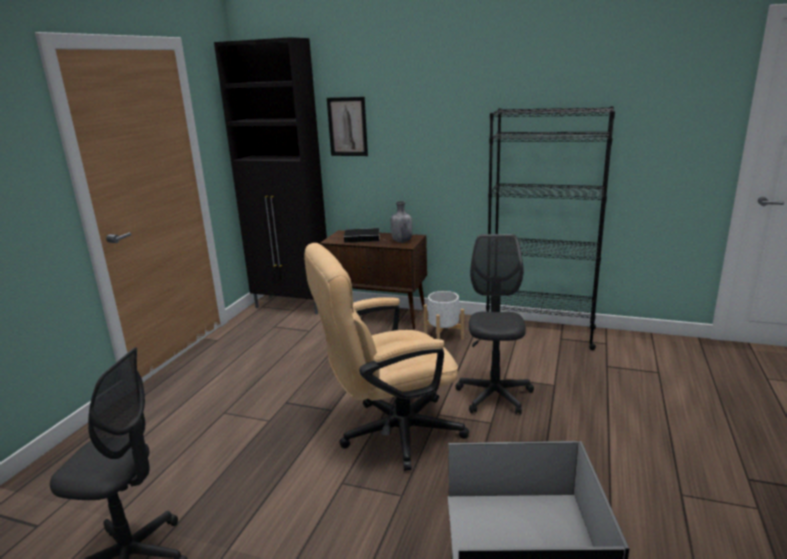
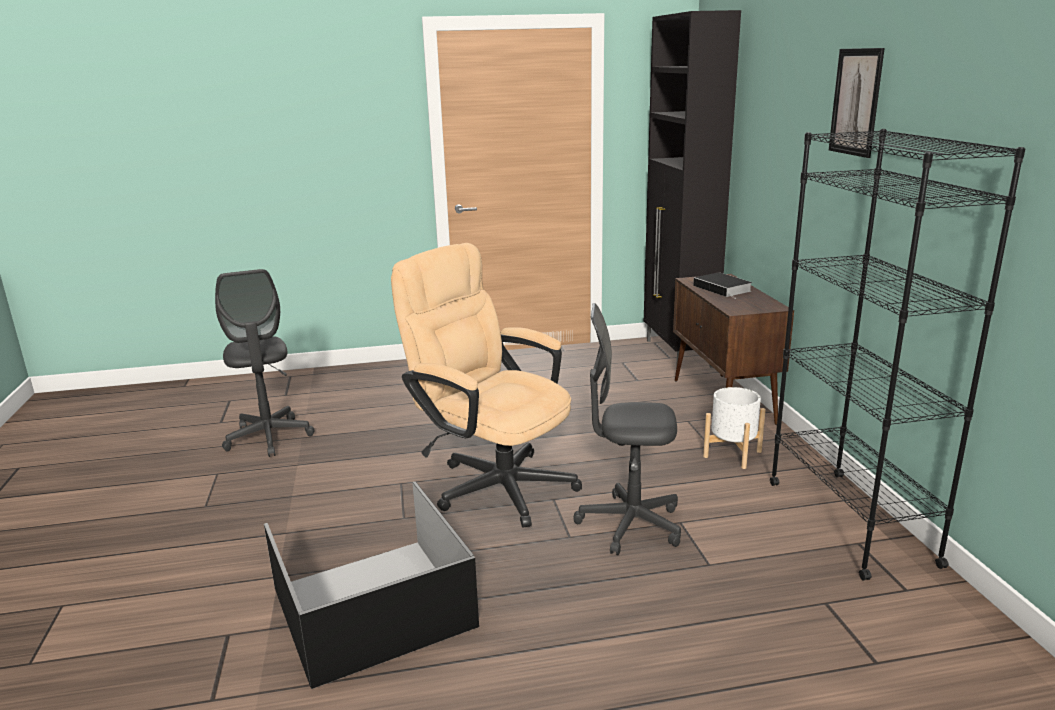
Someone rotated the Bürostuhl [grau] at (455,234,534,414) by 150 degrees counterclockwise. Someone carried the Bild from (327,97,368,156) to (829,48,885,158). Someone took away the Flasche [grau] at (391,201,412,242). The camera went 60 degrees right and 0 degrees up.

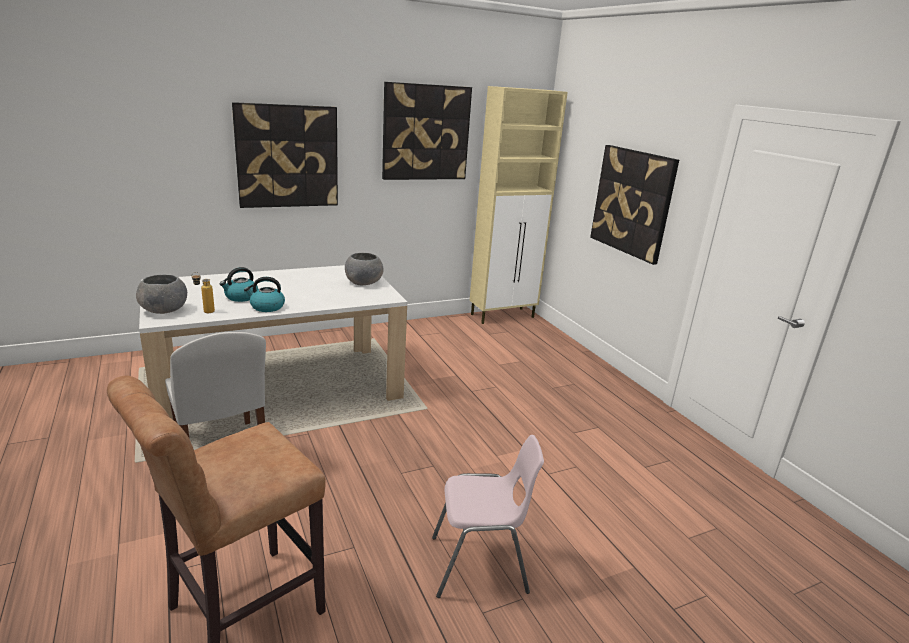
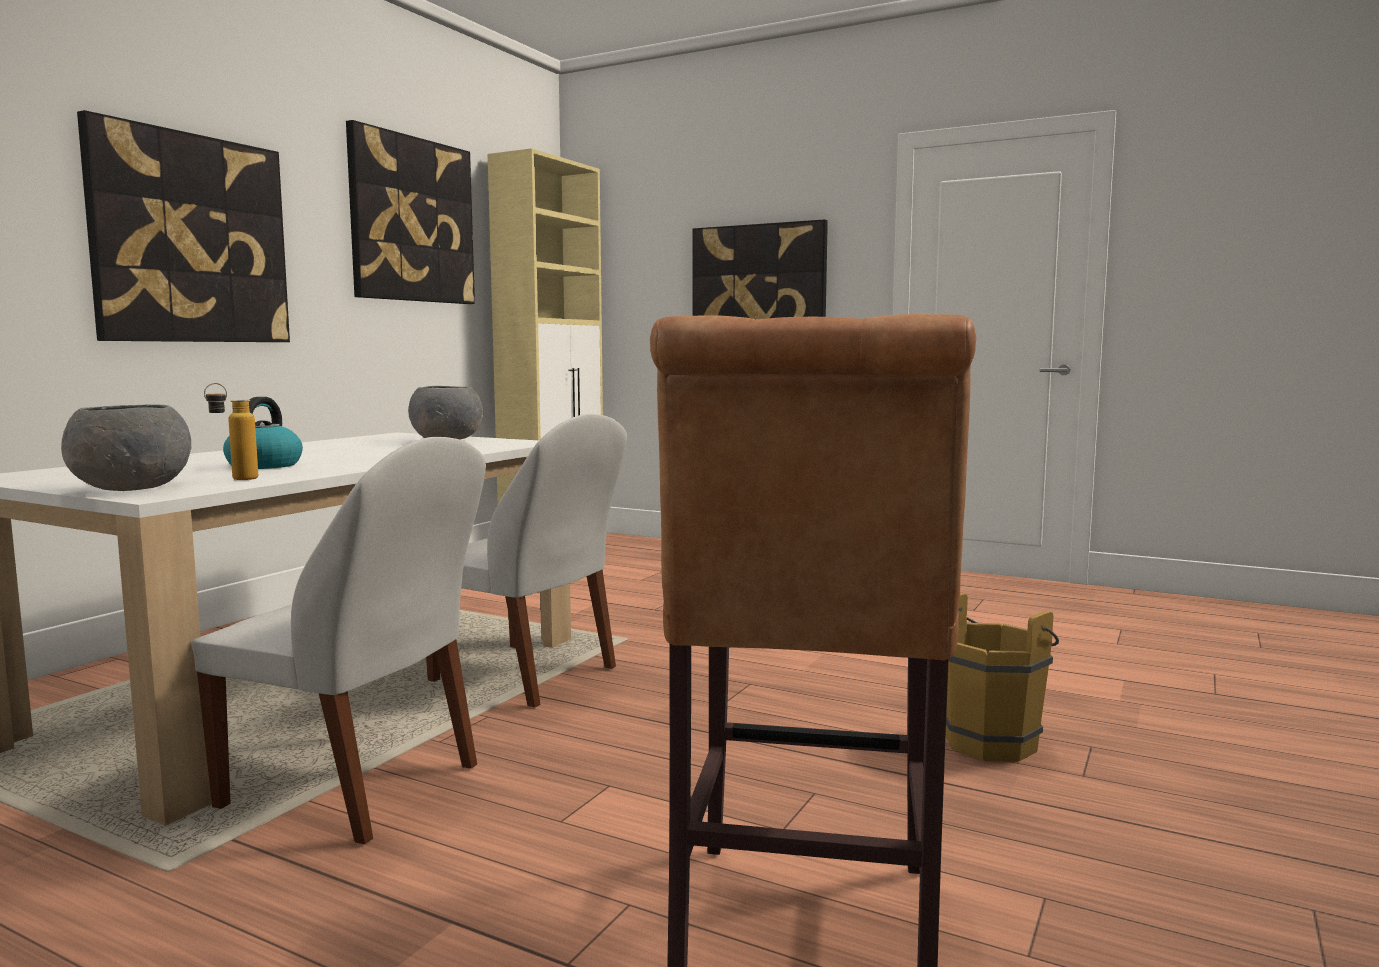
Someone put down the Stuhl [weiß] at (426,414,627,708). Someone swapped the Stuhl [rosa] at (432,435,544,598) for the Eimer [braun] at (946,593,1059,762). Someone took away the Wasserkessel at (244,277,285,312). The camera went 35 degrees left and 15 degrees down.

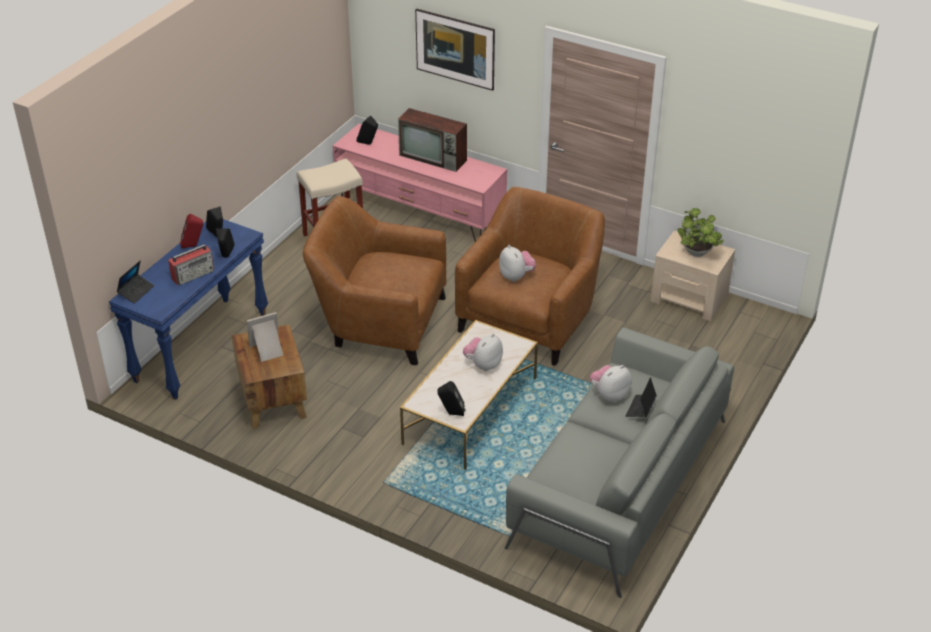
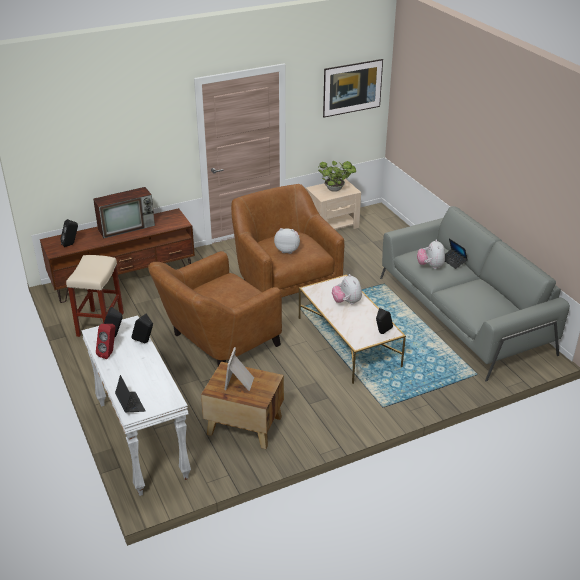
Someone repainted the Fernsehschrank [rosa] at (333,124,507,242), which became the Fernsehschrank [braun] at (40,208,195,303). Someone repainted the Konsolentisch [blau] at (109,219,268,400), which became the Konsolentisch [weiß] at (82,315,191,496). Someone carried the Bild from (415,8,495,91) to (323,59,383,117). Someone took away the Radio at (168,244,214,285). The camera went 55 degrees left and 5 degrees down.

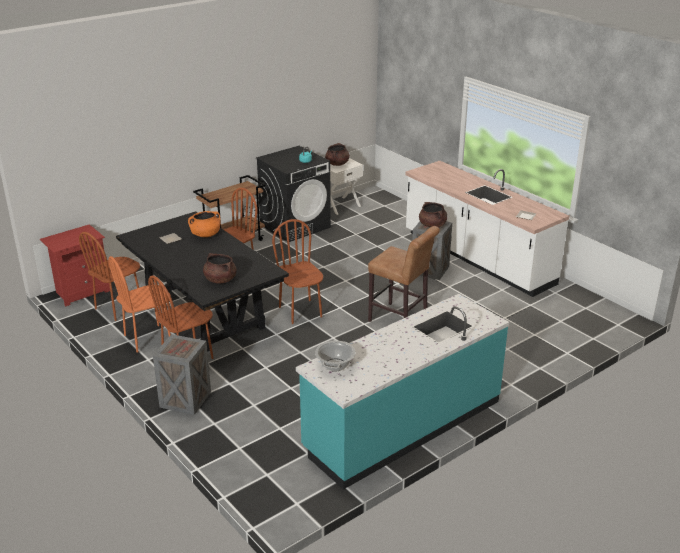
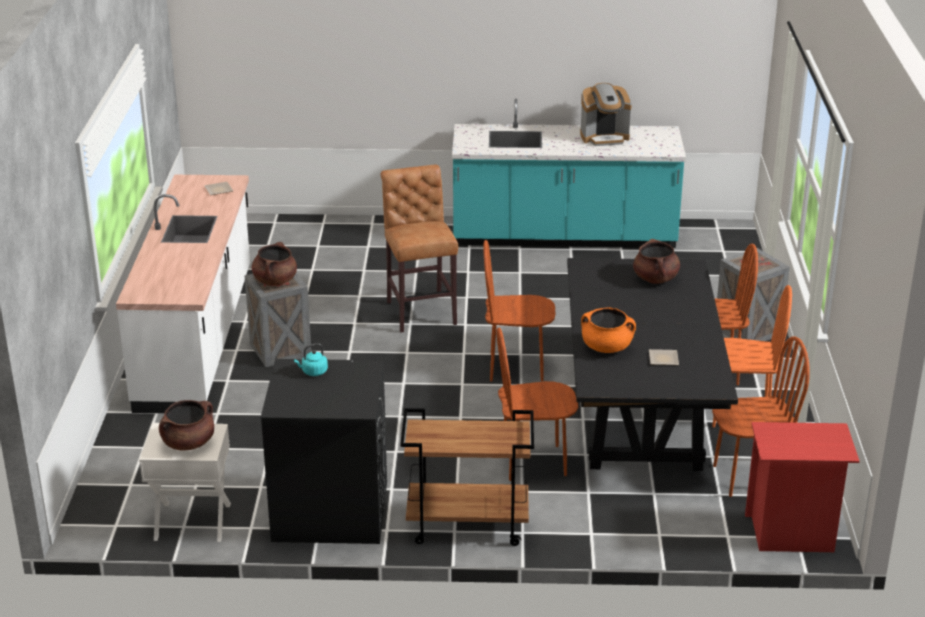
Someone rotated the Stuhl [braun] at (272,219,323,324) by 75 degrees clockwise. Someone put down the Kaffeemaschine at (580,83,632,146). Someone took away the Kochtopf at (315,340,356,371). The camera went 140 degrees left and 0 degrees up.

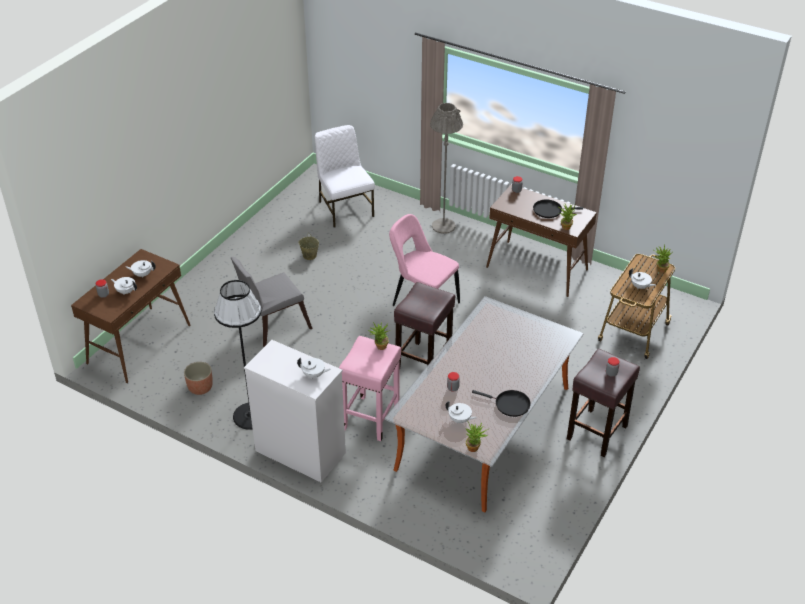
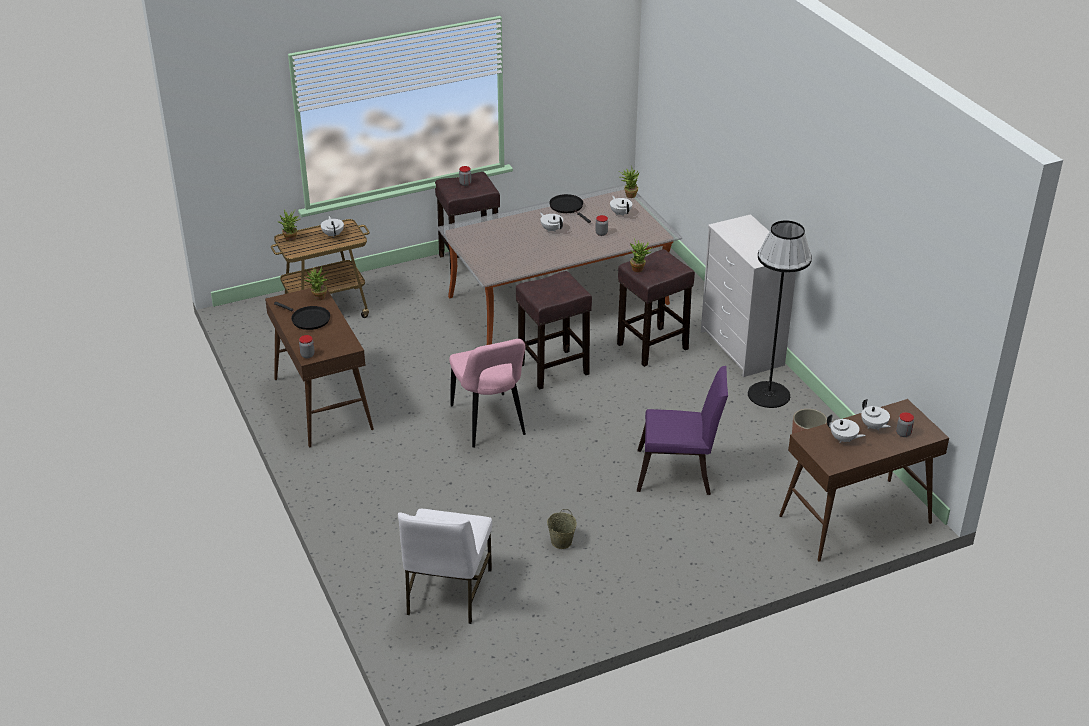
Someone carried the Teekanne [weiß] from (297,358,331,379) to (540,212,563,232). Someone repainted the Hocker [rosa] at (339,336,401,441), which became the Hocker [braun] at (617,249,695,367). Someone repainted the Stuhl [grau] at (230,257,313,347), which became the Stuhl [lila] at (637,366,728,495). Someone took away the Stehlampe [grau] at (430,103,463,234). The camera went 145 degrees left and 5 degrees down.

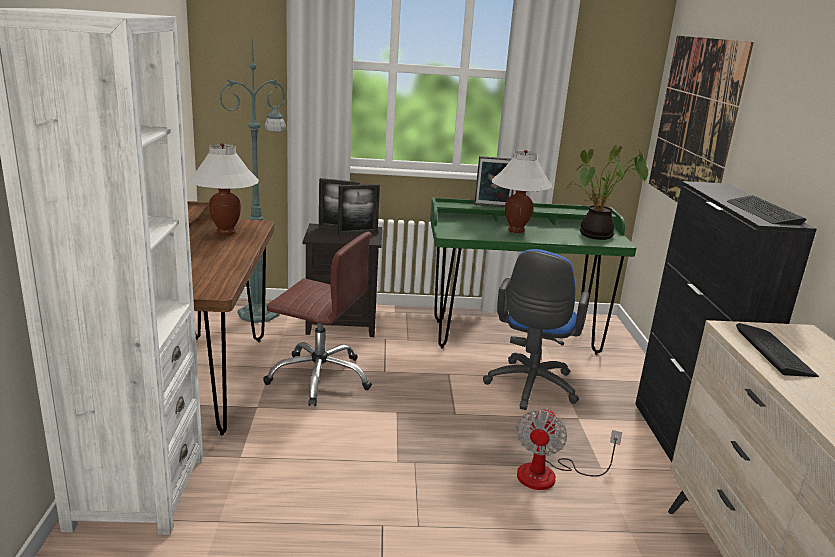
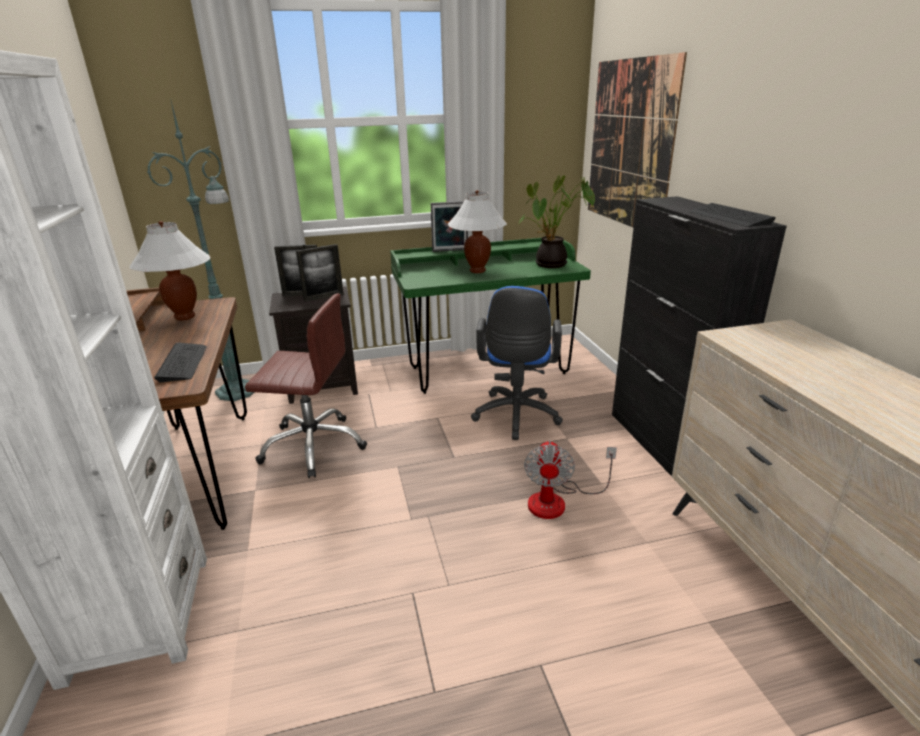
Someone carried the Tastatur from (736,323,819,377) to (154,343,207,382). The camera went 10 degrees left and 5 degrees up.

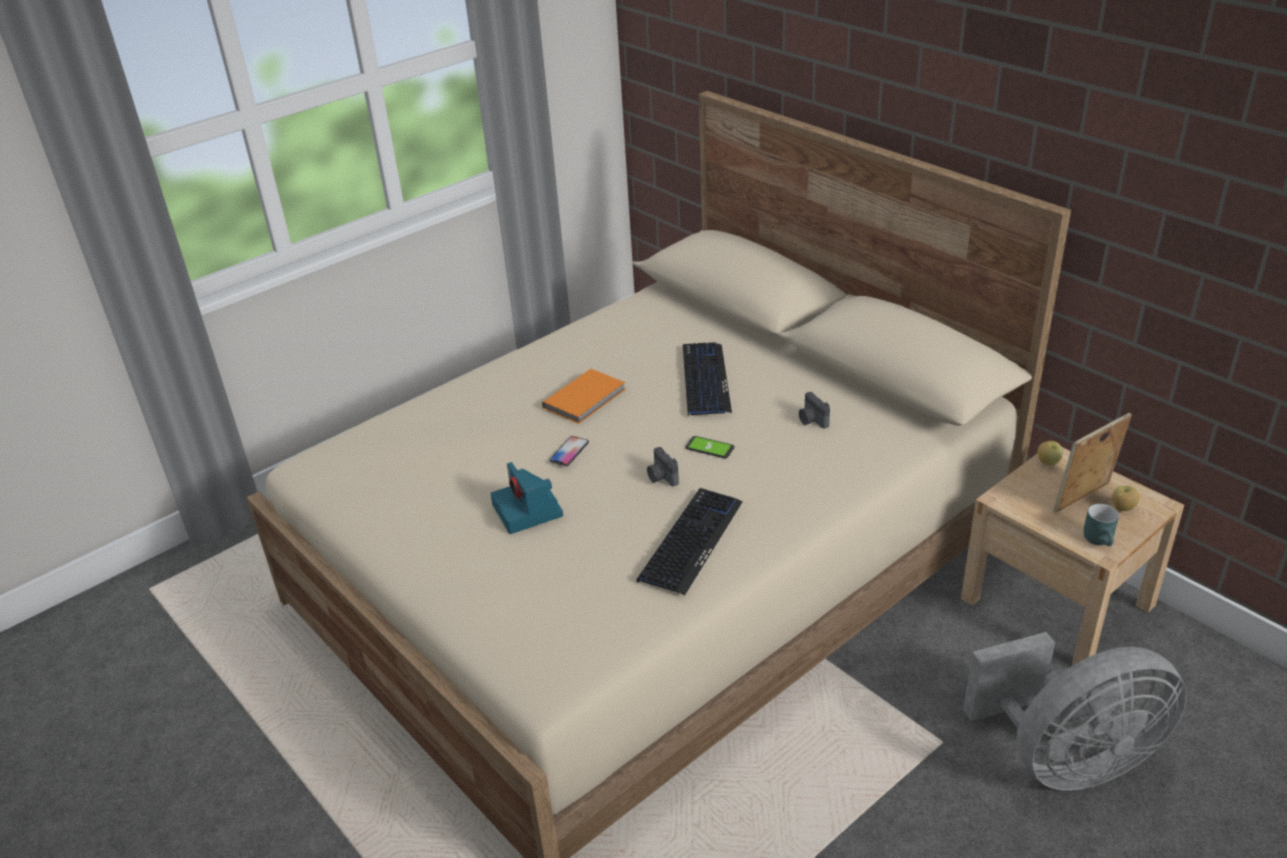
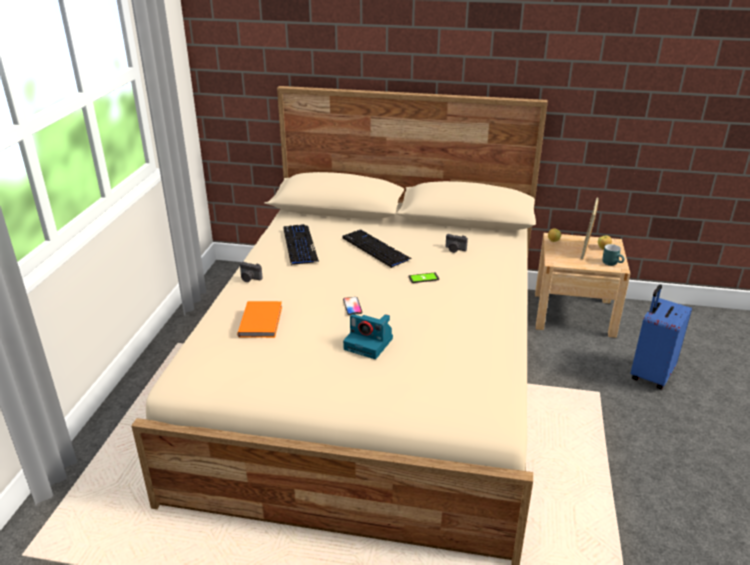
Someone carried the Buch [orange] from (542,369,626,424) to (237,301,282,338). Someone carried the Kamera from (647,447,679,486) to (240,262,263,282). Someone carried the Tastatur from (637,488,742,596) to (283,224,319,265). Someone swapped the Ventilator [grau] at (963,632,1187,790) for the Koffer [blau] at (630,284,692,390). The camera went 40 degrees left and 5 degrees down.

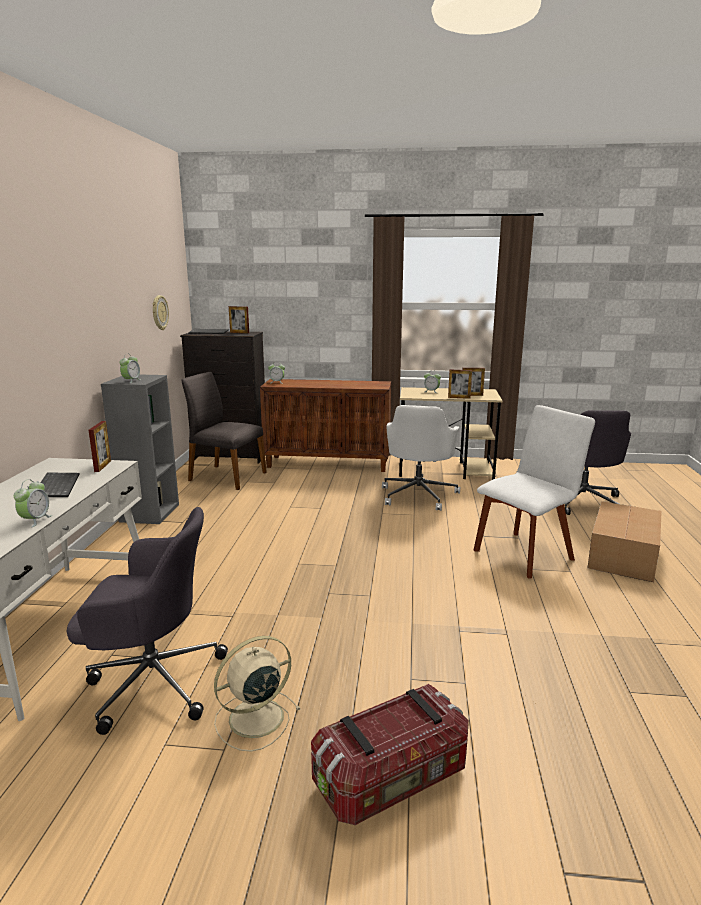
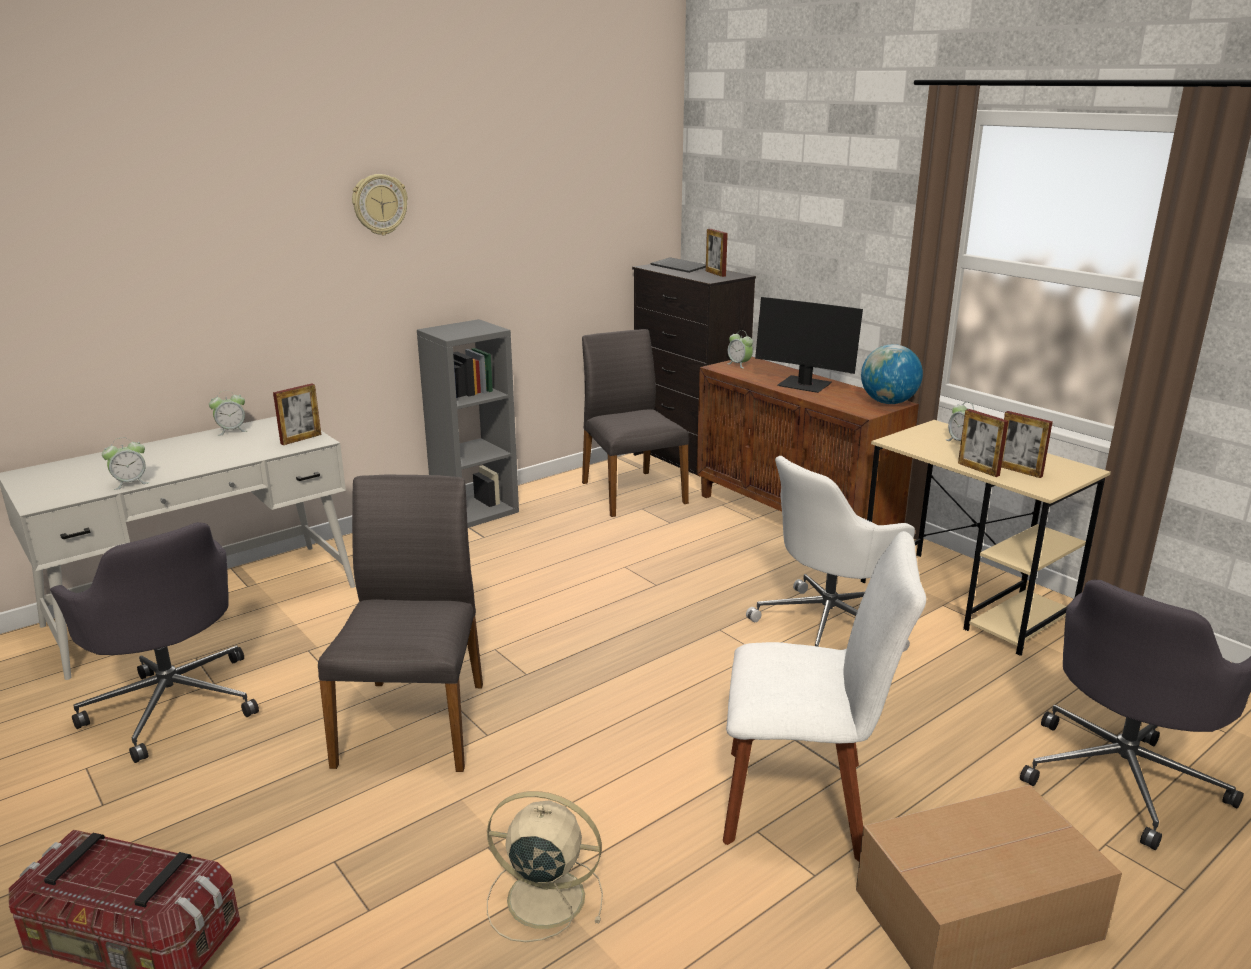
Someone carried the Wecker from (119,354,140,383) to (209,390,247,436). Someone put down the Stuhl [grau] at (318,475,483,772). Someone carried the Wanduhr from (153,295,169,330) to (352,174,408,235). Someone carried the Ventilator [beige] from (214,636,301,751) to (487,791,603,942). Someone put down the Monitor at (755,297,863,393). Someone put down the Globus at (861,344,923,404). Someone took away the Tastatur at (41,472,79,497). The camera went 45 degrees right and 5 degrees up.

